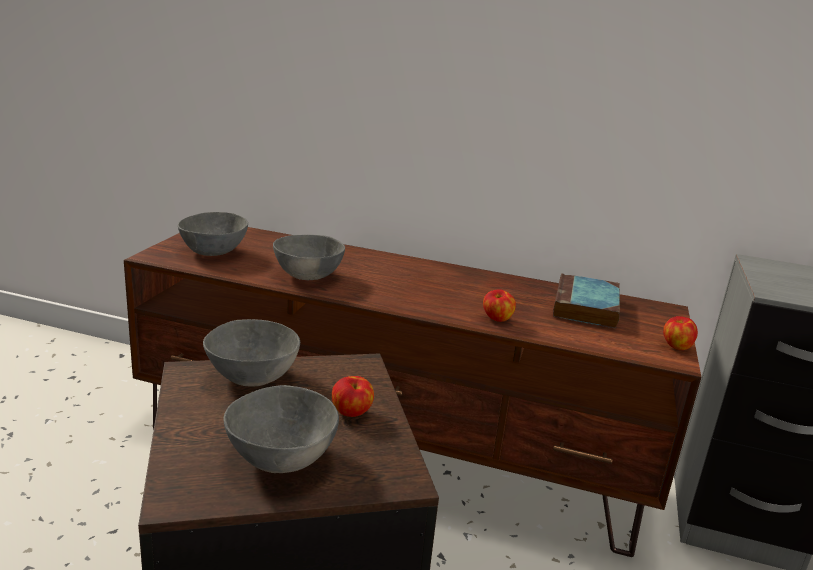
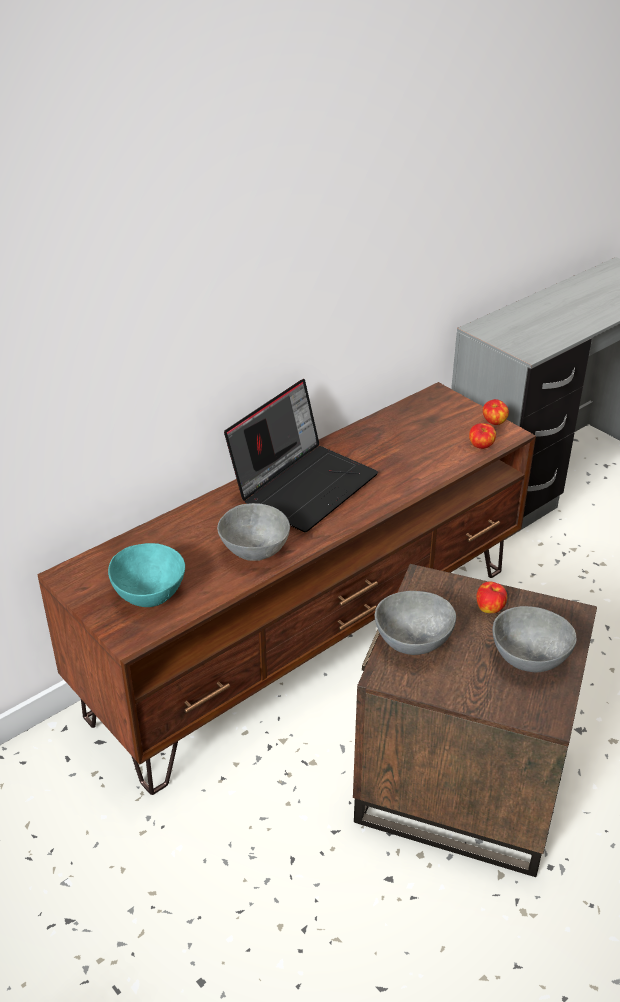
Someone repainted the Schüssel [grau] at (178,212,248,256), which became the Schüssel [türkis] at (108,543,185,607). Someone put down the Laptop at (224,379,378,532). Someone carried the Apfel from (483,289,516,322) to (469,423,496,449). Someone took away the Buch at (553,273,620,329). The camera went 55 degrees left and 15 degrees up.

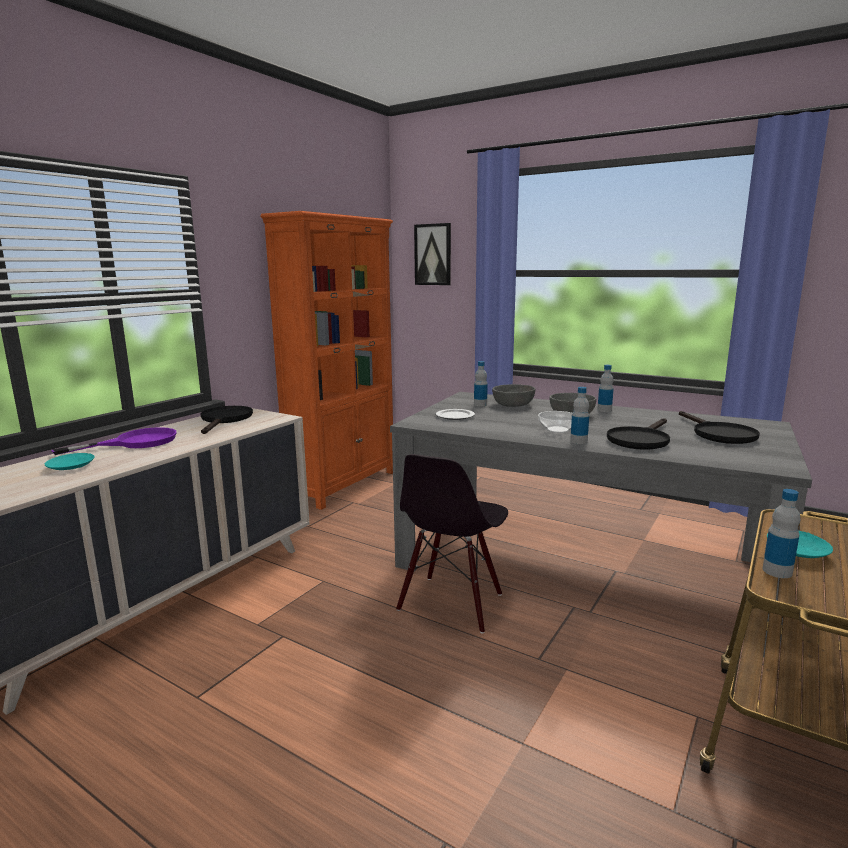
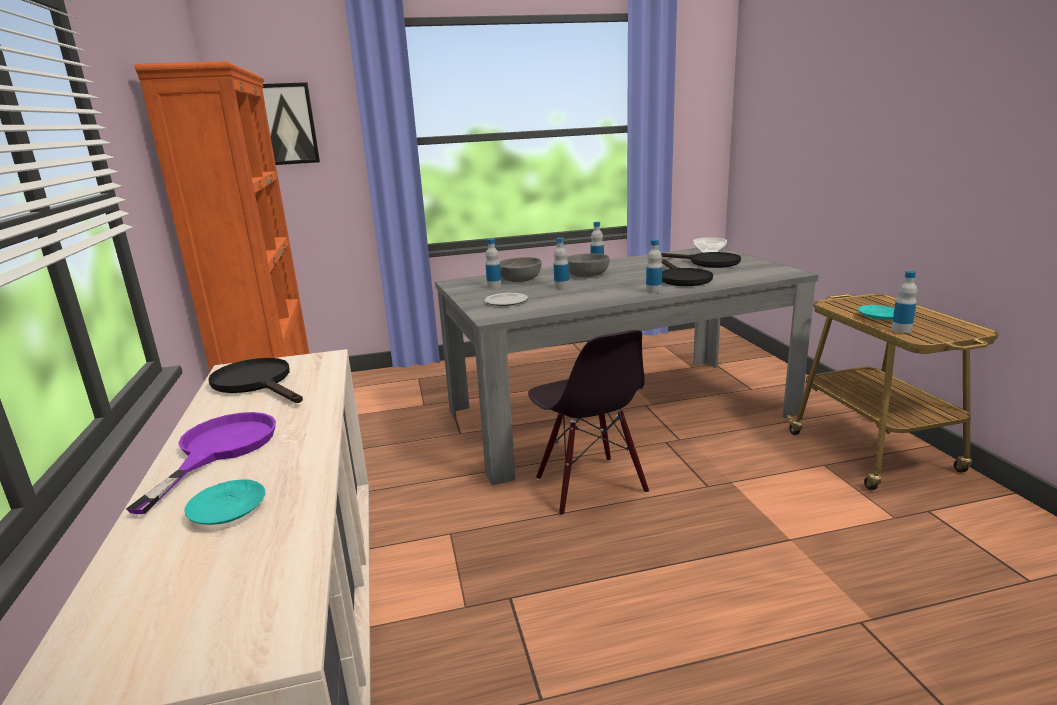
Someone put down the Flasche at (553,238,569,289). Someone carried the Schüssel from (538,411,572,433) to (693,237,727,253). The camera went 45 degrees left and 5 degrees up.

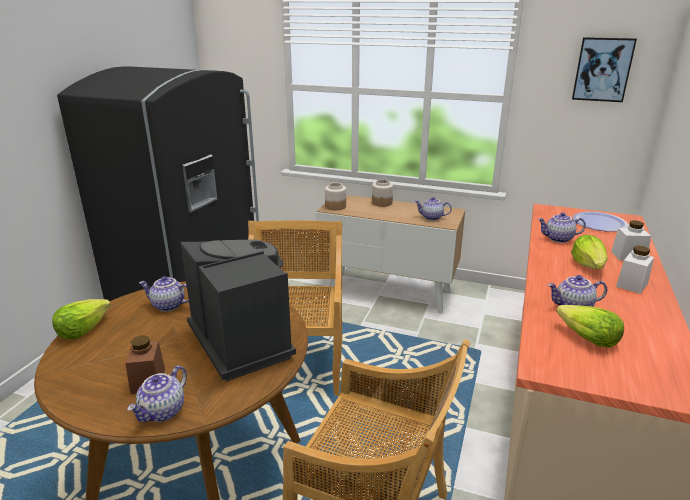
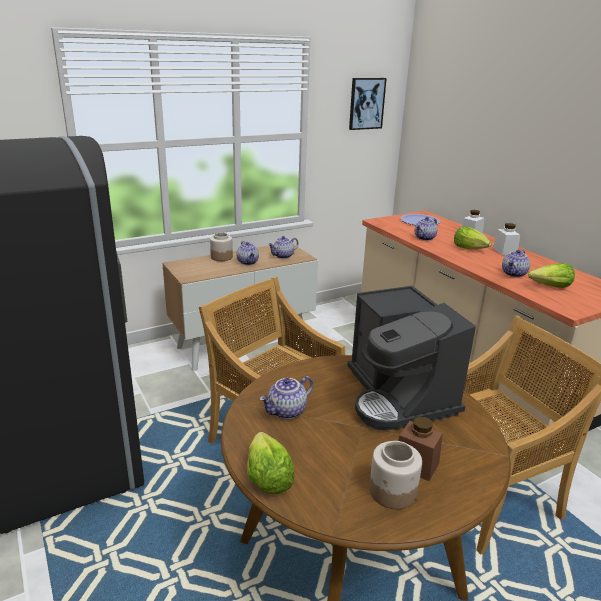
Someone carried the Teekanne from (127,366,187,422) to (236,241,259,265). Someone rotated the Kaffeemaschine at (181,239,296,382) by 120 degrees counterclockwise. Someone carried the Vorratsglas from (325,183,346,210) to (369,441,422,509). The camera went 50 degrees left and 0 degrees up.

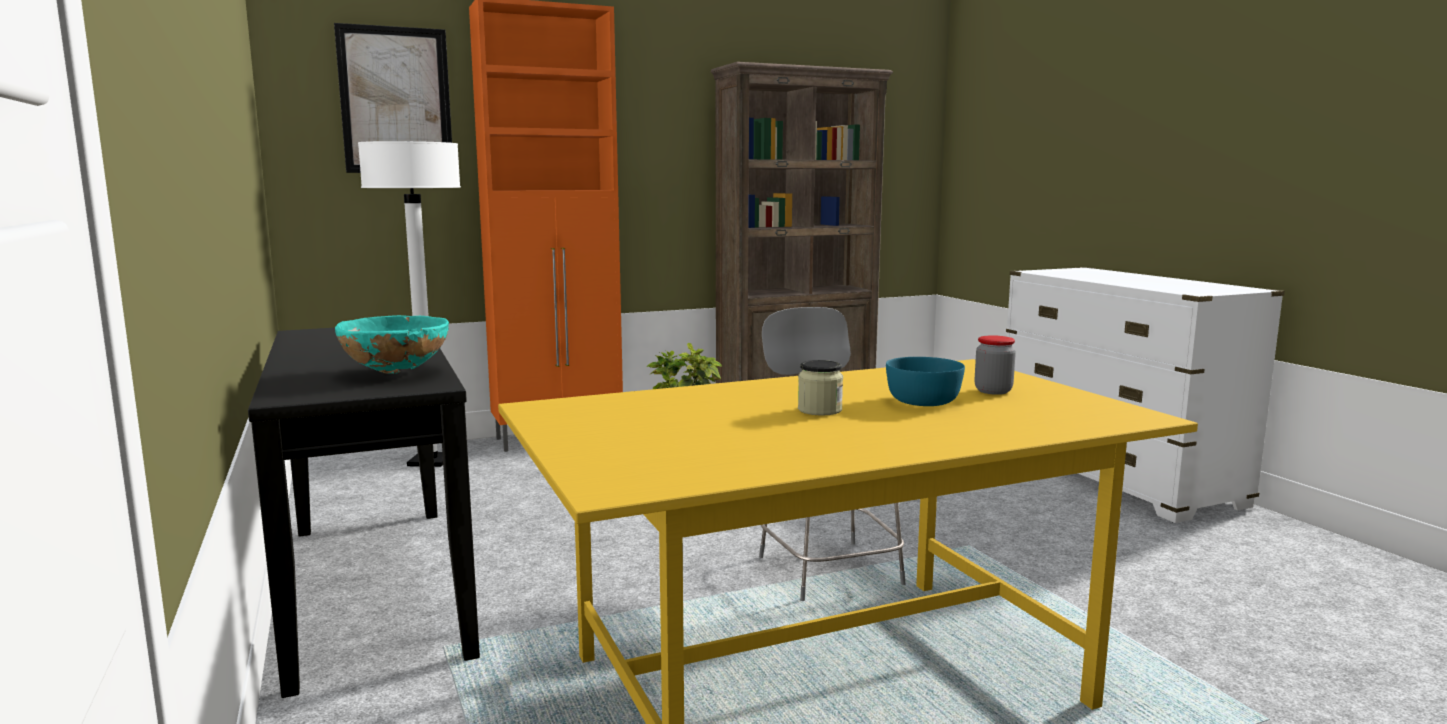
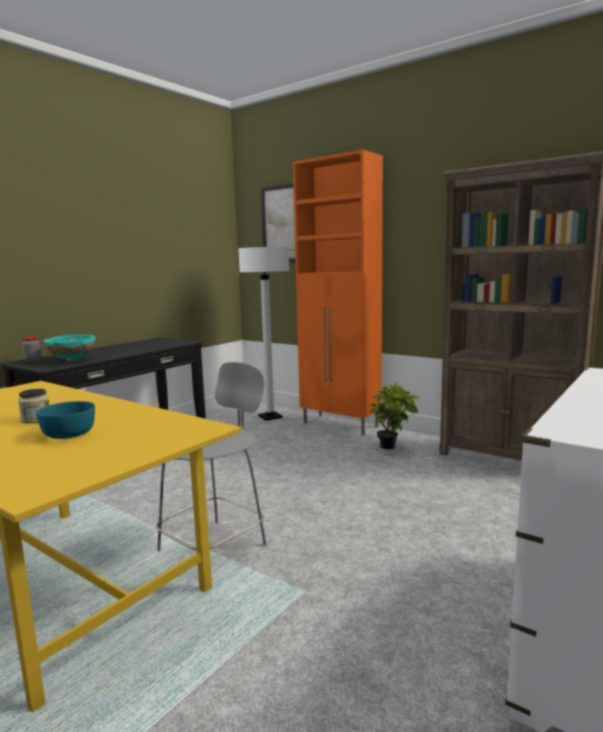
Someone carried the Vorratsglas from (974,335,1016,395) to (22,337,42,362). The camera went 60 degrees right and 0 degrees up.

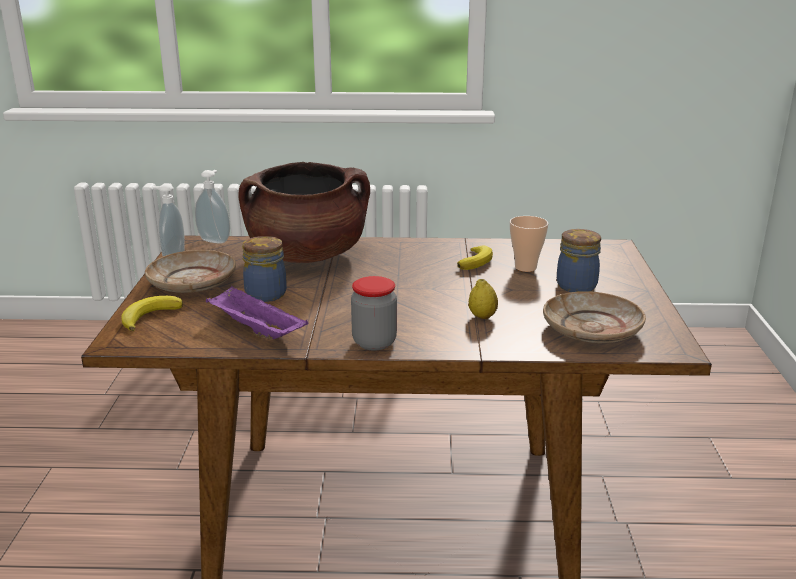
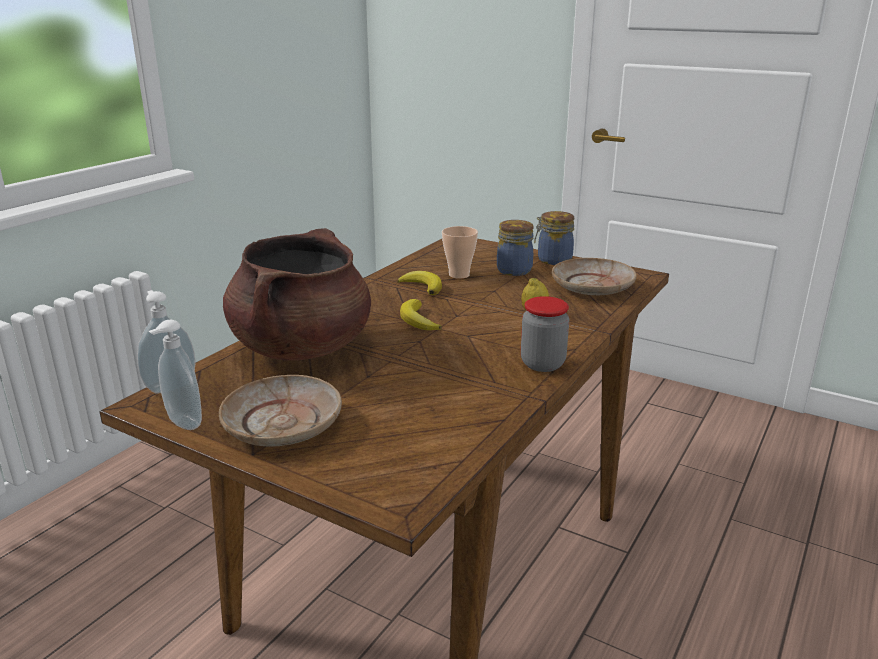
Someone carried the Banane from (121,296,183,331) to (400,299,442,330). Someone carried the Vorratsglas from (242,236,287,302) to (534,211,574,265). Someone took away the Tablett [lila] at (206,286,309,339). The camera went 60 degrees left and 0 degrees up.

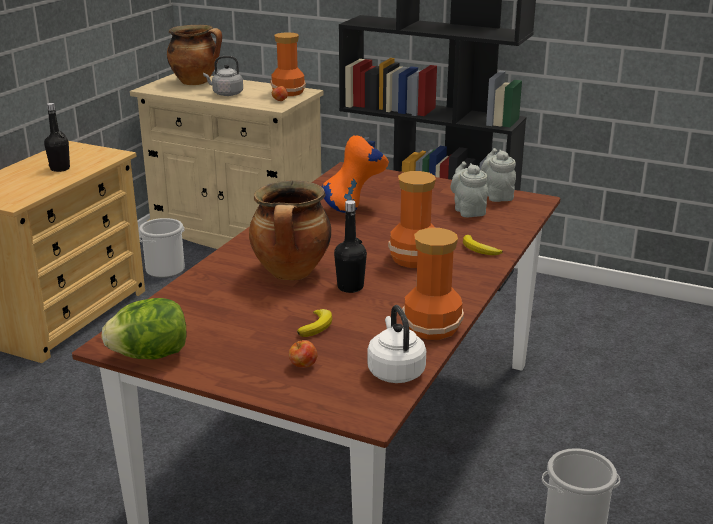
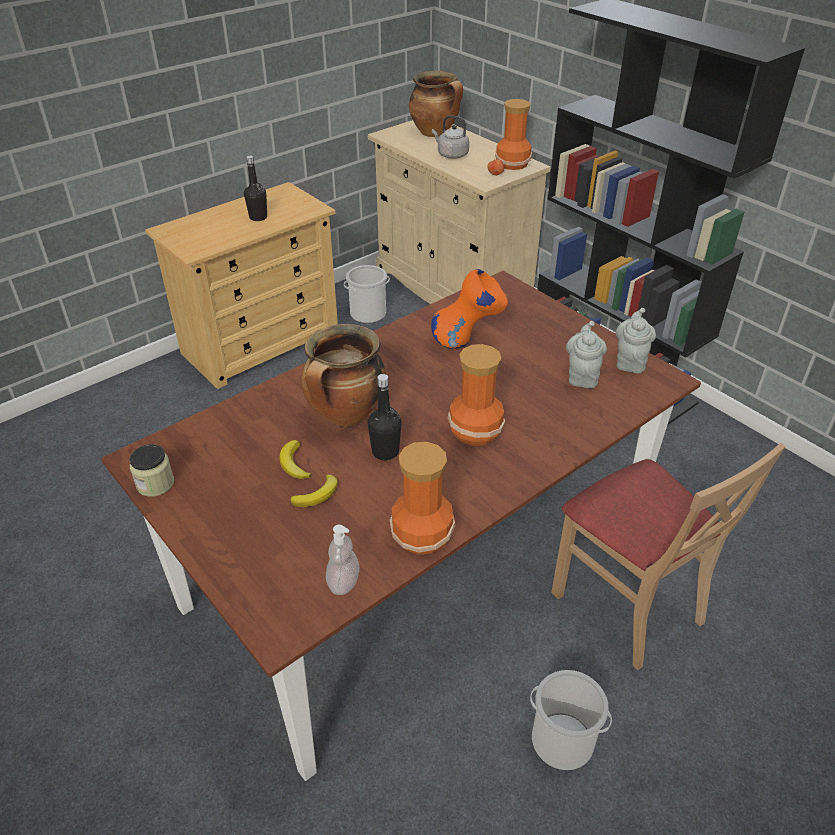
Someone swapped the Salatkopf at (101,298,186,360) for the Vorratsglas at (130,444,174,497). Someone carried the Banane from (463,235,503,255) to (279,440,312,479). Someone swapped the Wasserkessel [weiß] at (367,305,426,383) for the Seifenspender at (326,525,360,595). Someone put down the Stuhl [beige] at (551,443,785,670). Someone took away the Apfel at (289,340,317,368). The camera went 25 degrees right and 15 degrees up.

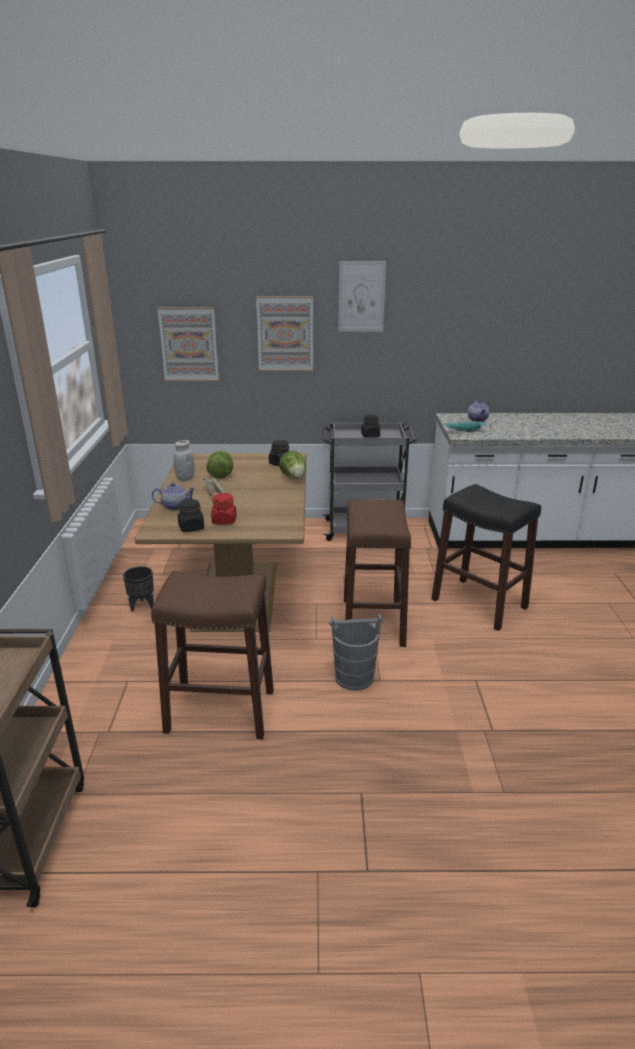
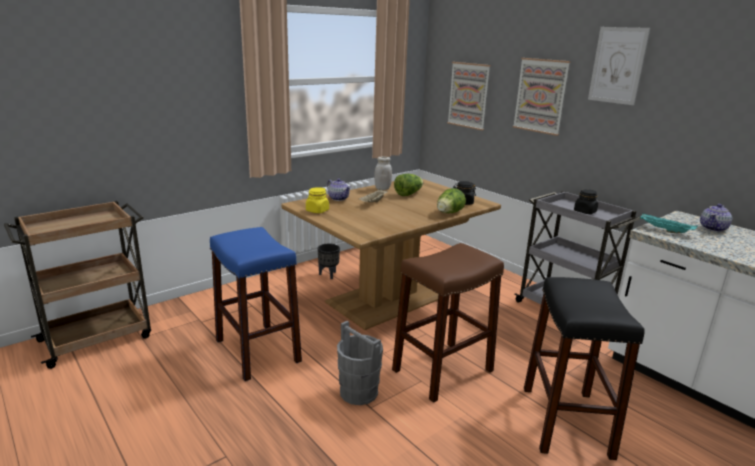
Someone repainted the Hocker [braun] at (151,571,274,739), which became the Hocker [blau] at (210,227,302,381). Someone repainted the Vorratsglas [schwarz] at (178,499,204,532), which became the Vorratsglas [gelb] at (306,187,329,213). Someone took away the Vorratsglas [rot] at (211,493,237,525). The camera went 50 degrees right and 5 degrees down.

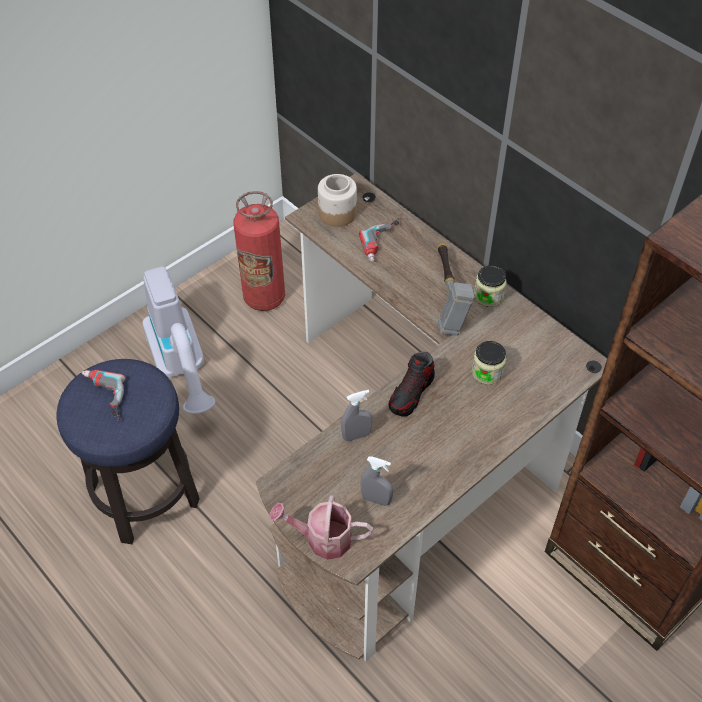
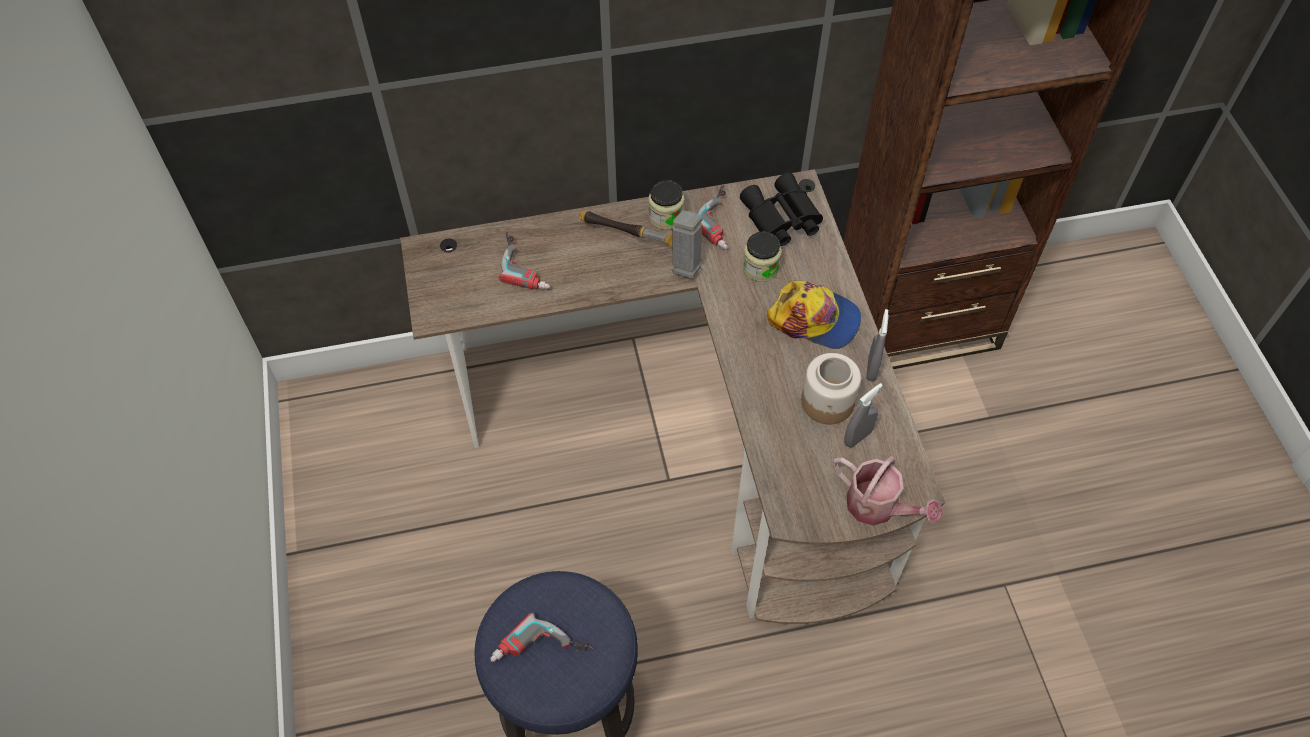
Someone put down the Bohrmaschine at (697,185,728,250). Someone put down the Fernglas [schwarz] at (740,173,823,246). Someone put down the Kappe at (767,281,861,349). Someone carried the Vorratsglas from (318,174,357,227) to (801,353,861,424). Someone rotated the Gießkanne at (269,495,373,560) by 90 degrees counterclockwise. Someone carried the Sprühflasche [grau] from (341,390,372,442) to (866,309,889,381). Someone took away the Staubsauger at (142,266,215,414). Someone took away the Feuerlöscher at (233,191,285,311). Someone took away the Schuh at (389,352,435,417). The camera went 60 degrees left and 5 degrees up.

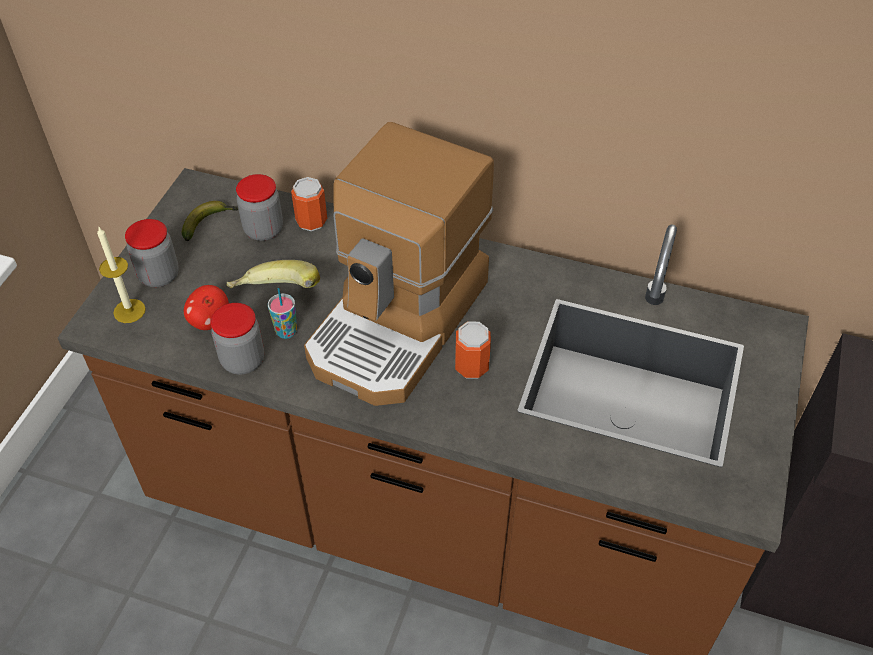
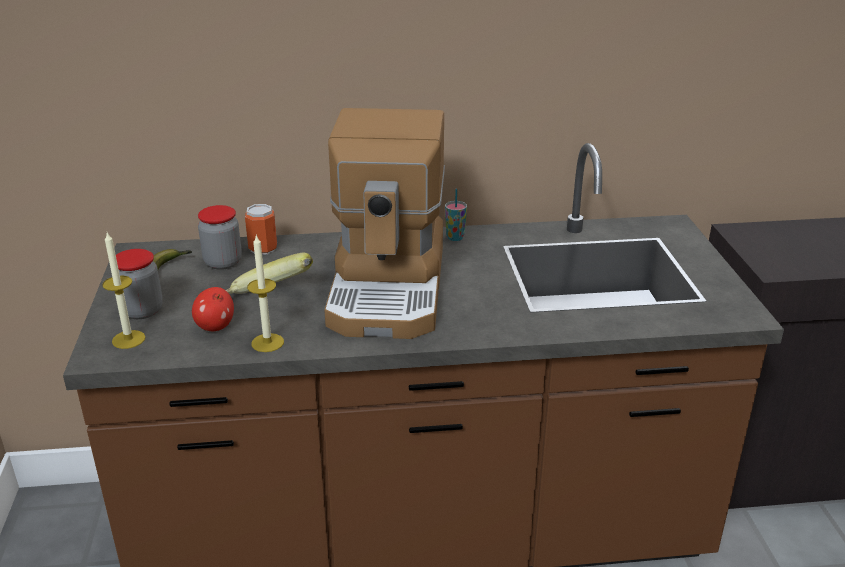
Someone swapped the Vorratsglas at (210,303,264,374) for the Kerze at (247,234,284,352). Someone carried the Tasse from (268,288,297,339) to (445,189,467,241). Someone took away the Dose at (455,322,491,379). The camera went 25 degrees left and 20 degrees down.

